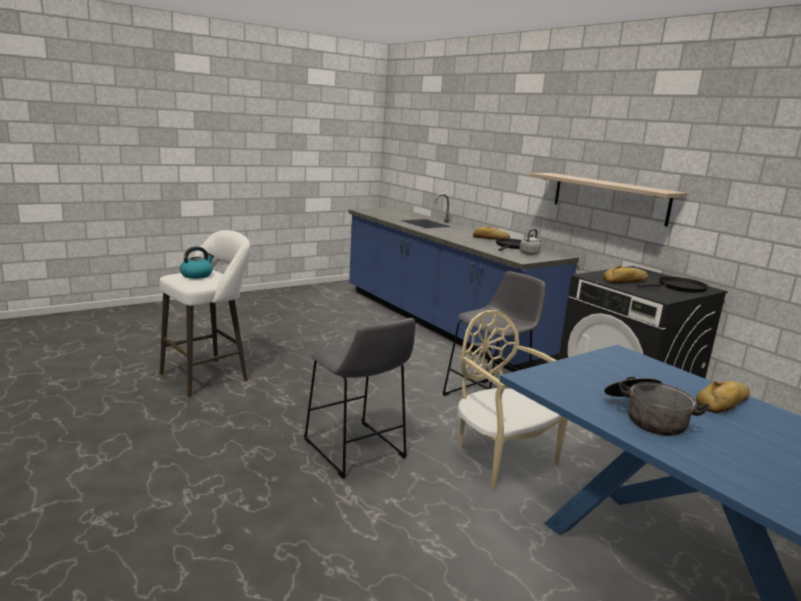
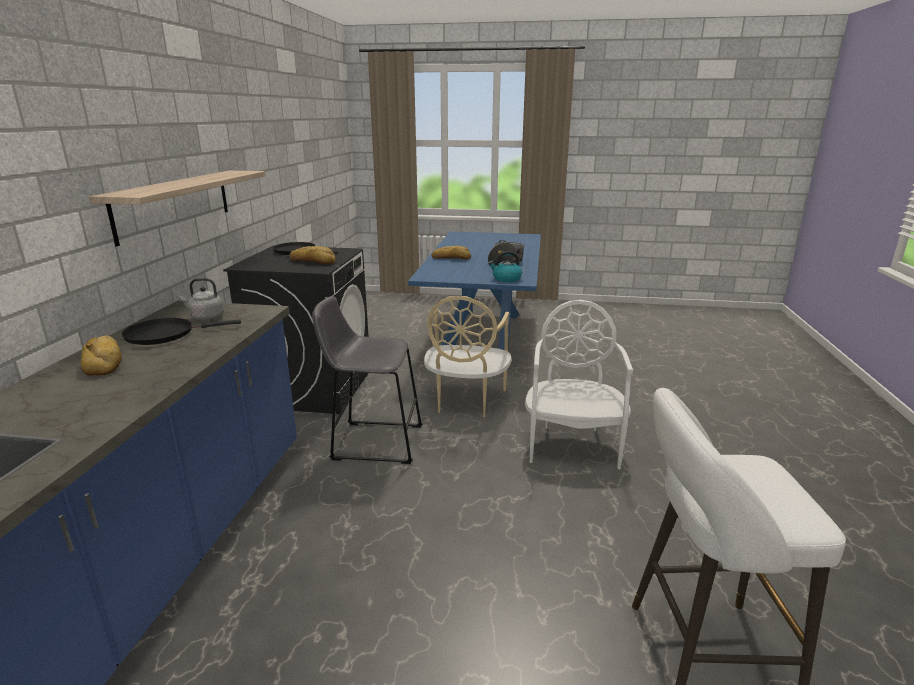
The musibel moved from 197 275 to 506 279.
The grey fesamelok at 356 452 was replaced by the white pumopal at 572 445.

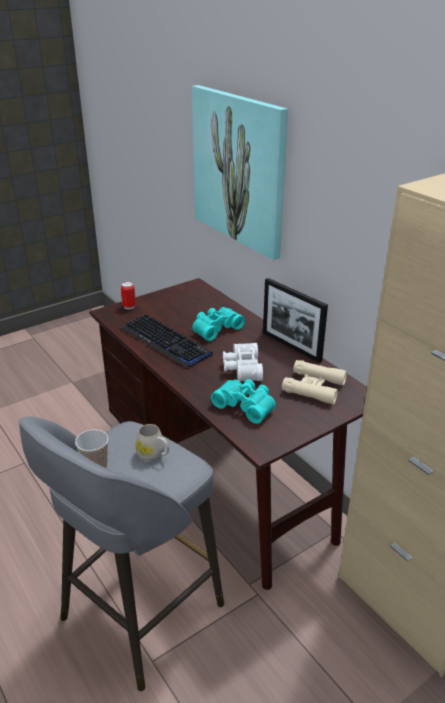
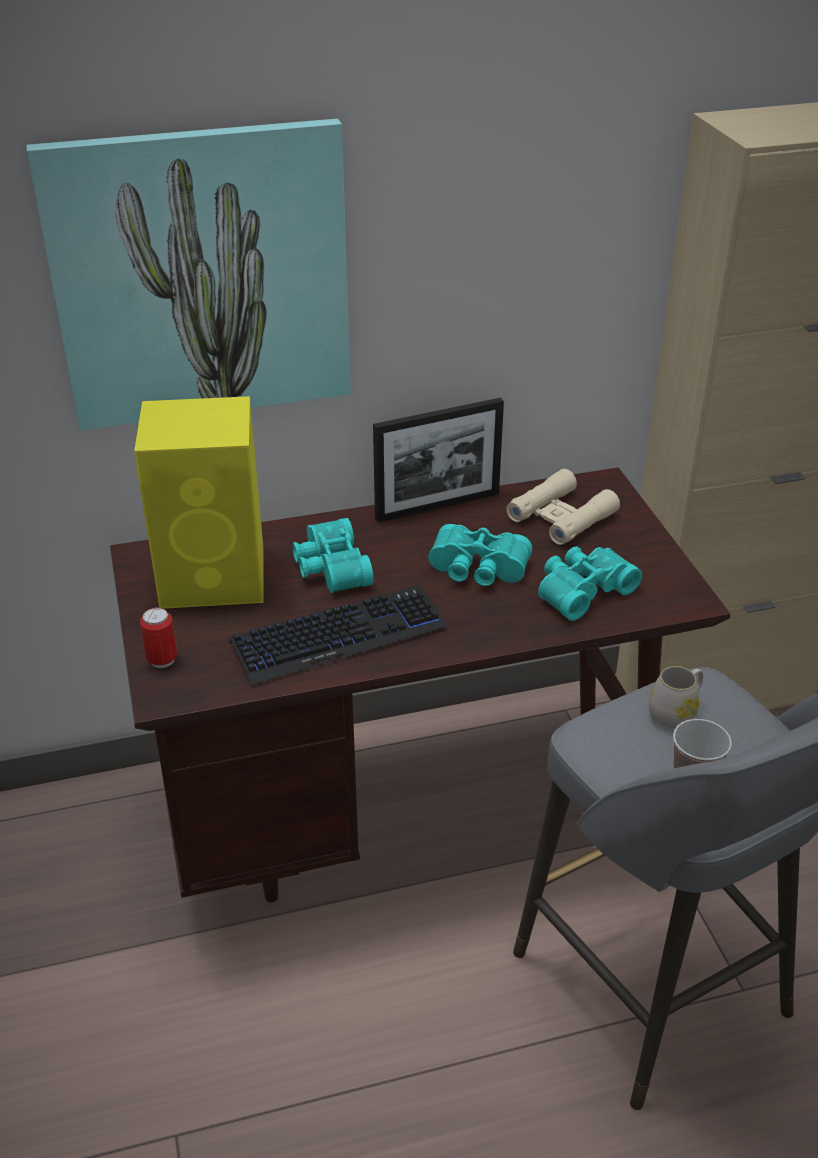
The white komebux at 241 369 became the turquoise komebux at 477 571.
The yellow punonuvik at 216 577 appeared.

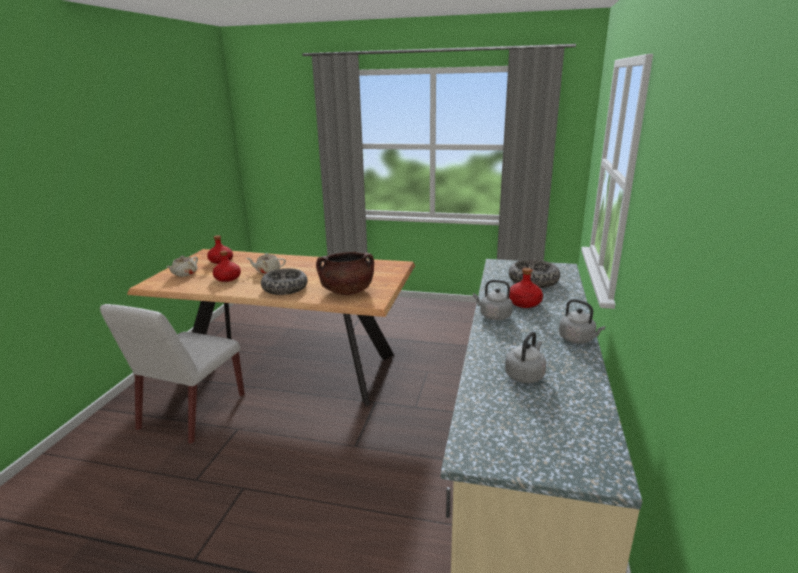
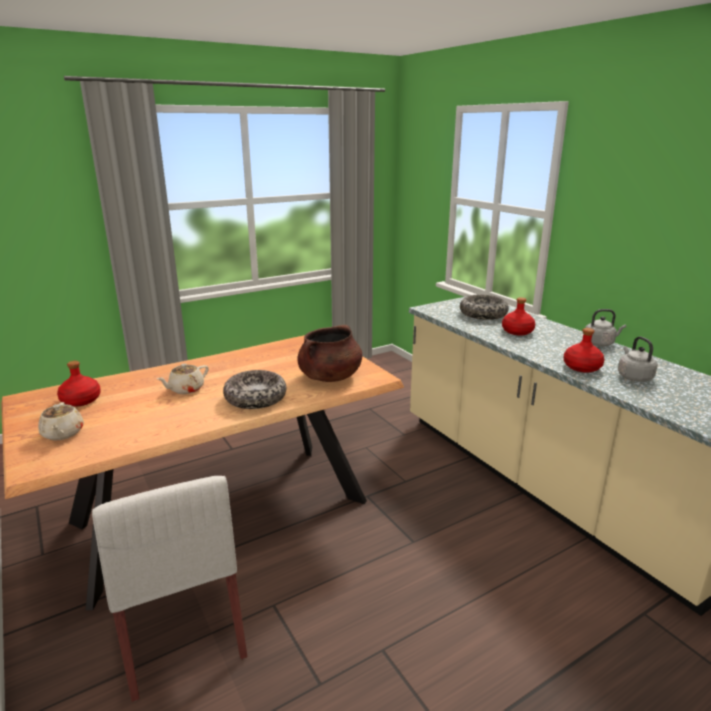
The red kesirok moved from 227 278 to 582 367.
The grey musibel at 493 316 disappeared.

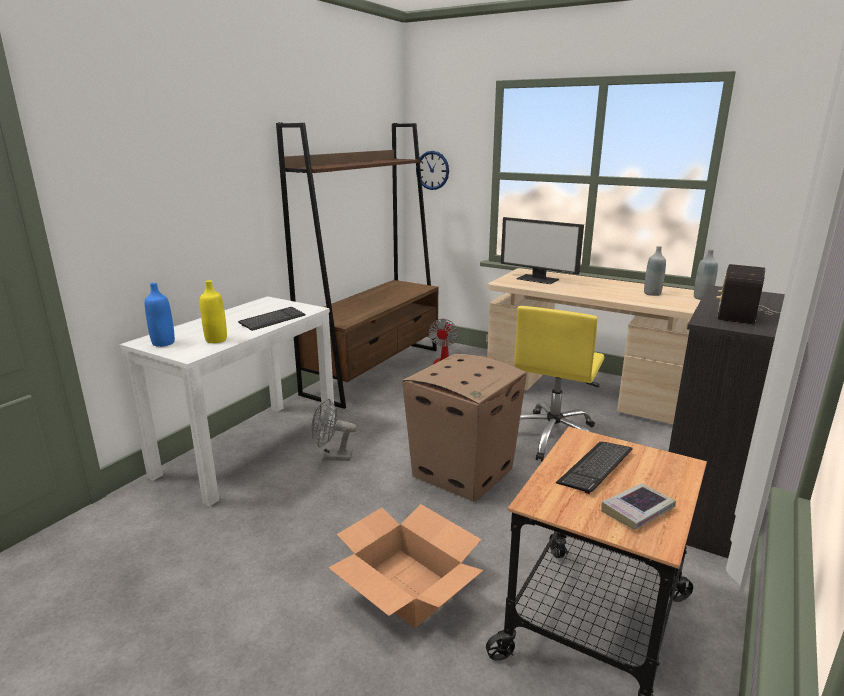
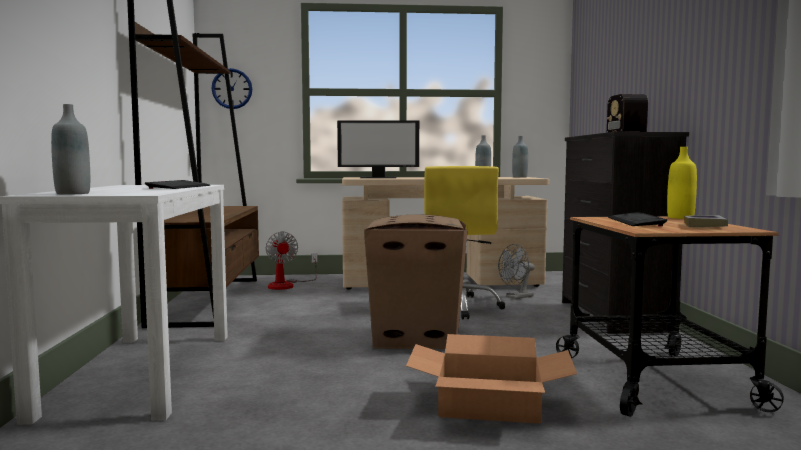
The yellow kesirok moved from 216 340 to 680 217.
The blue kesirok at 163 343 became the grey kesirok at 73 193.
The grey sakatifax moved from 332 457 to 516 297.

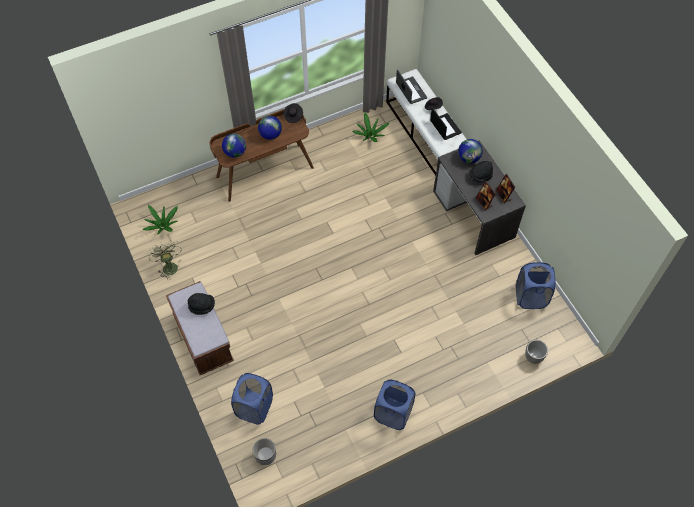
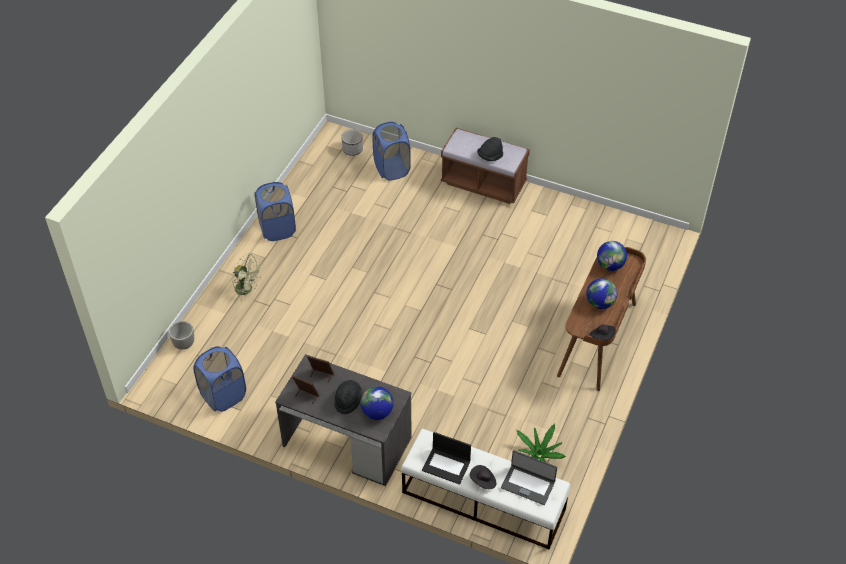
The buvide at 163 225 disappeared.
The green sakatifax moved from 168 266 to 247 289.

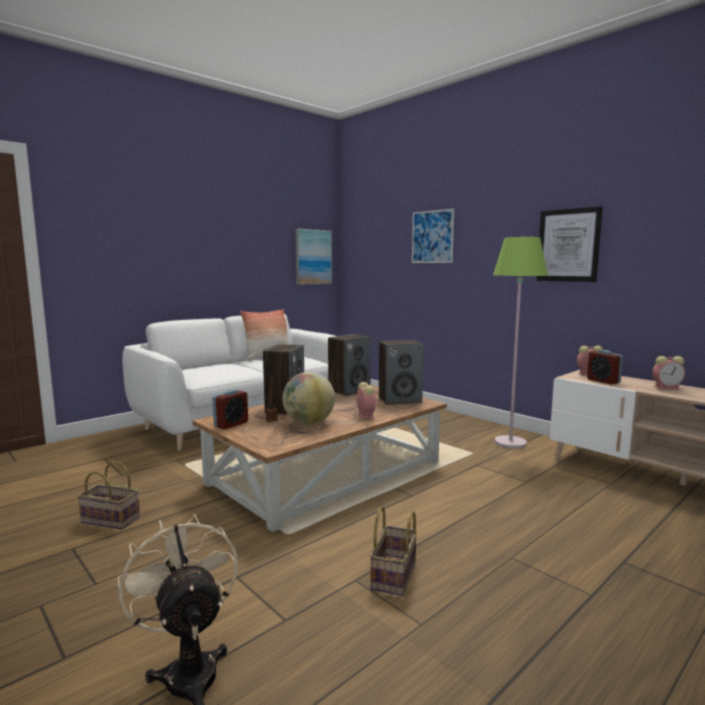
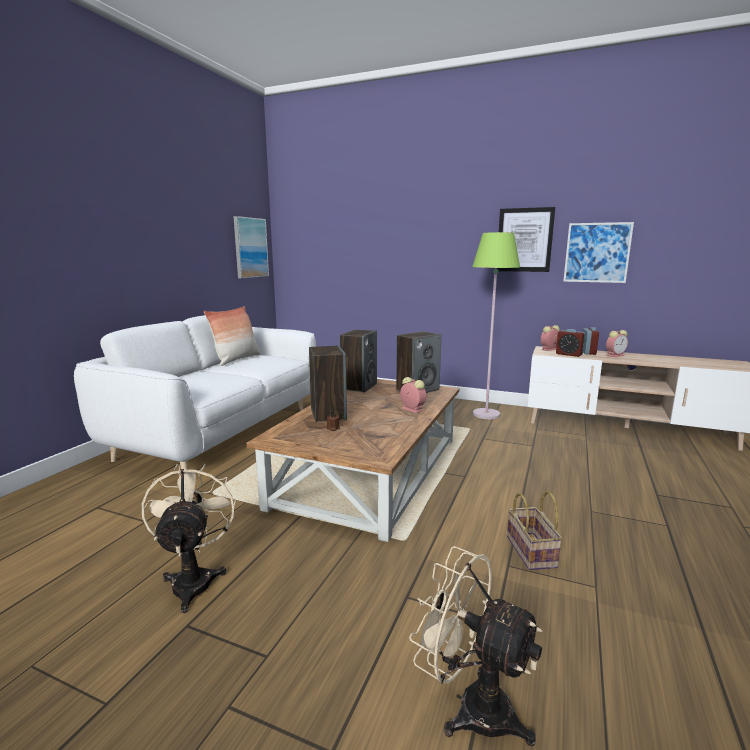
The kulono moved from 432 237 to 597 252.
The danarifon at 309 423 disappeared.
The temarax moved from 231 424 to 588 352.
The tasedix at 108 520 was replaced by the beige sakatifax at 194 579.

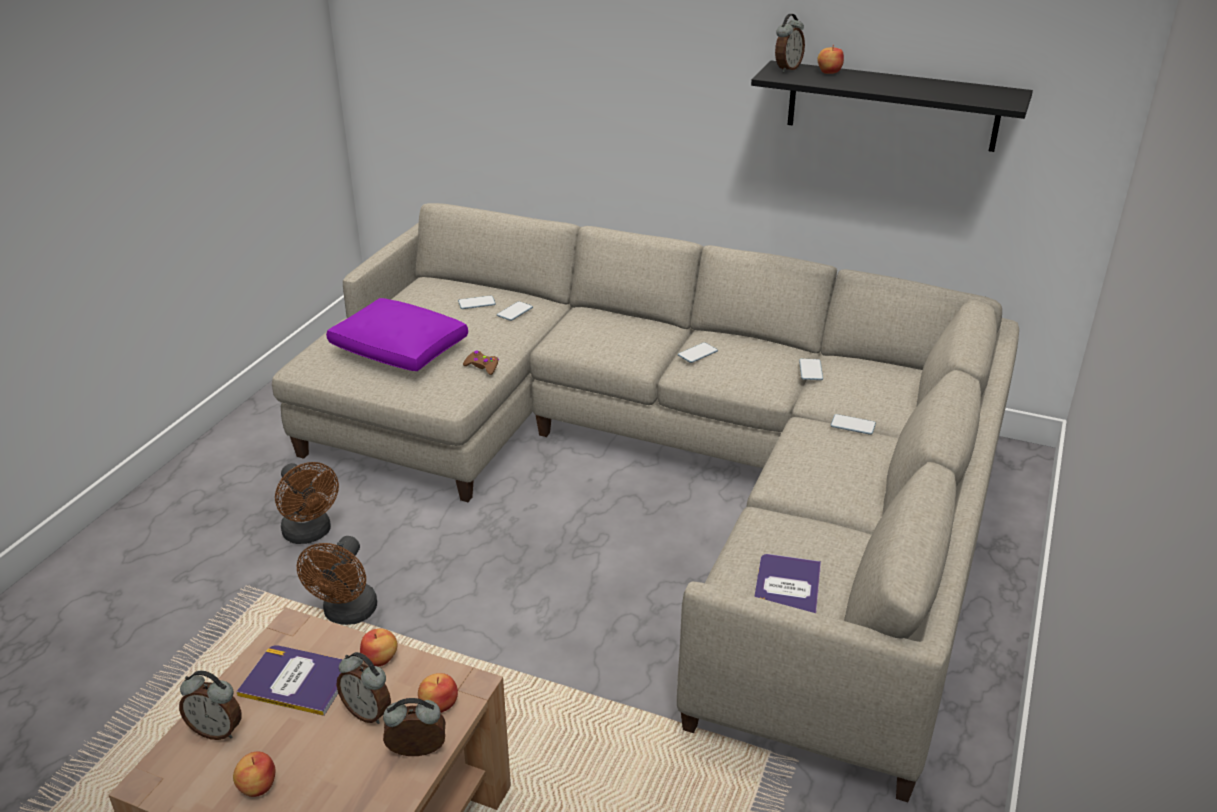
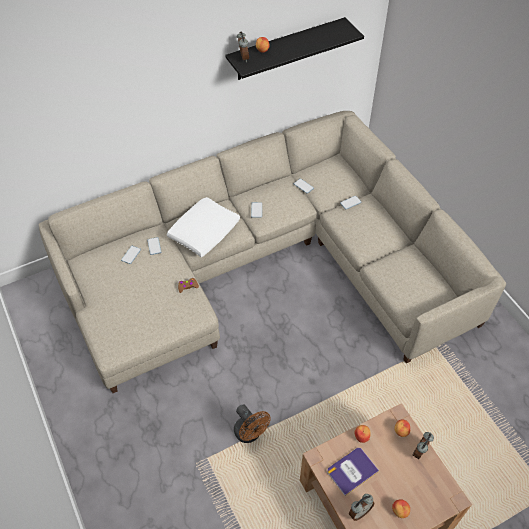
The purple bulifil at 400 350 disappeared.
The brown sakatifax at 310 534 disappeared.
The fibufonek at 787 588 disappeared.
The temarax at 368 712 disappeared.
The white bulifil at 204 232 appeared.

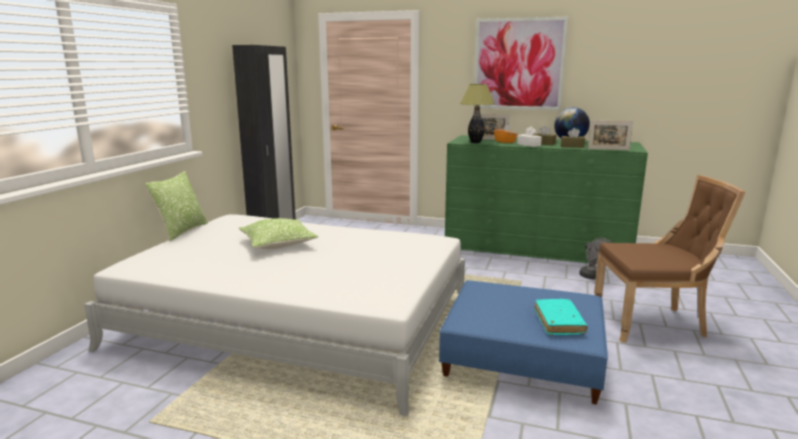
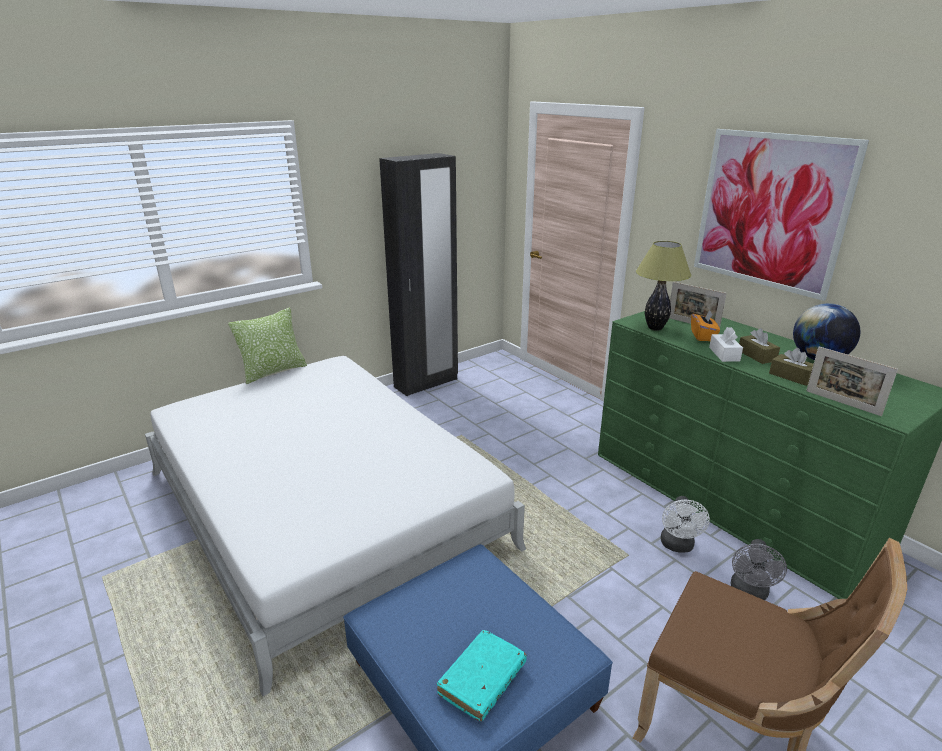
The bulifil at 278 244 disappeared.
The white sakatifax at 678 546 appeared.

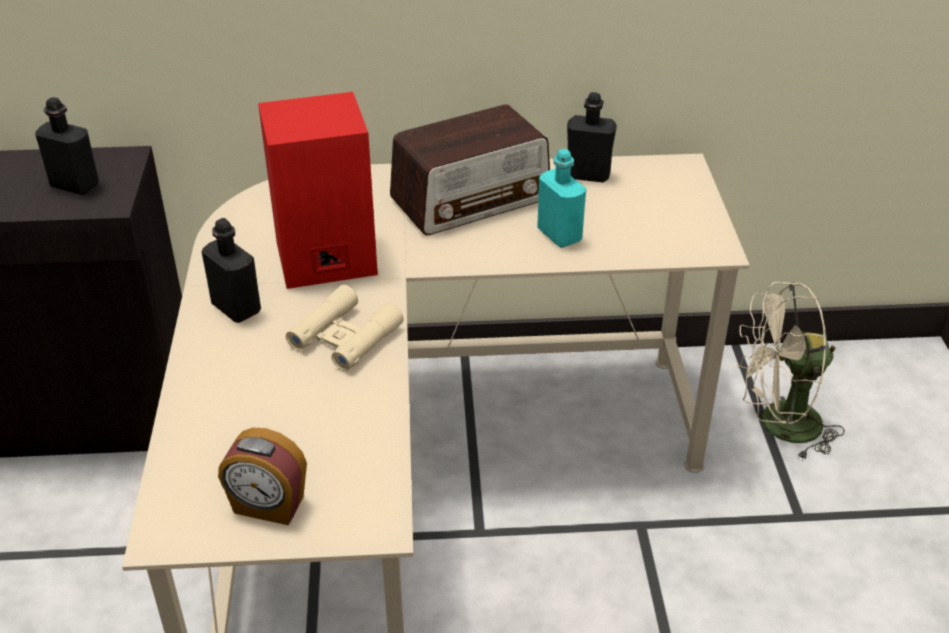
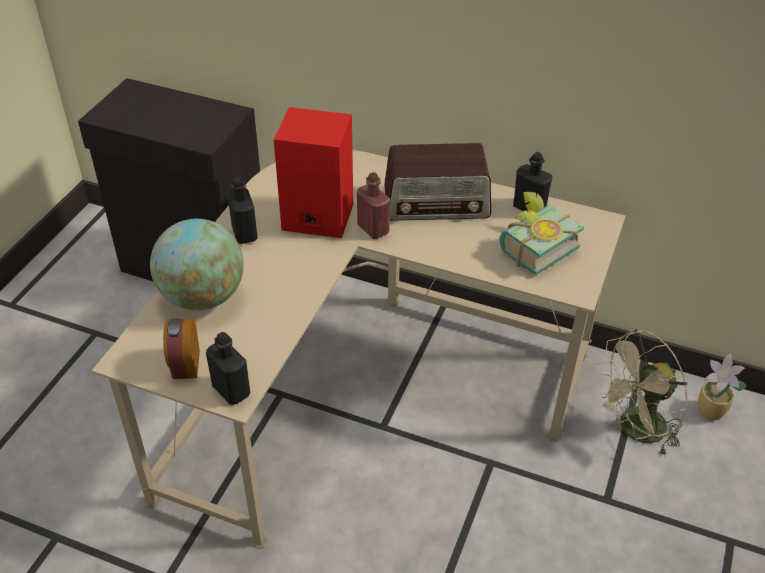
The black kesirok moved from 75 185 to 231 391.
The turquoise kesirok at 559 235 disappeared.
The beige sakatifax at 778 426 turned 45 degrees counterclockwise.
The beige komebux at 345 337 disappeared.
The temarax at 268 506 turned 45 degrees clockwise.
The red kesirok at 373 229 appeared.
The fibufonek at 533 247 appeared.
The danarifon at 203 297 appeared.
The buvide at 710 412 appeared.

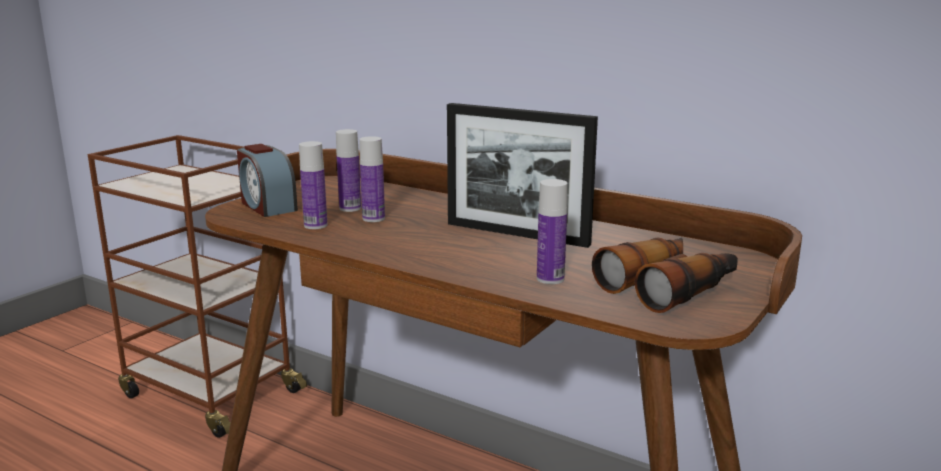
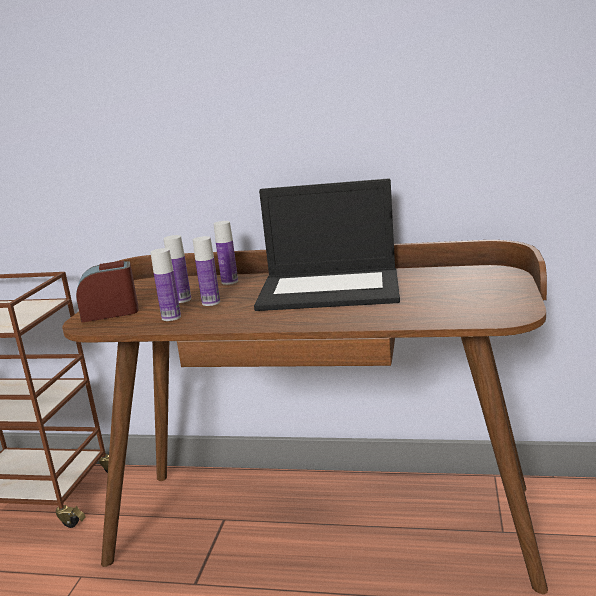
The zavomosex at 516 234 was replaced by the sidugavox at 331 289.
The temarax at 267 206 turned 135 degrees clockwise.
The kesirok moved from 550 279 to 229 282.
The komebux at 668 287 disappeared.

